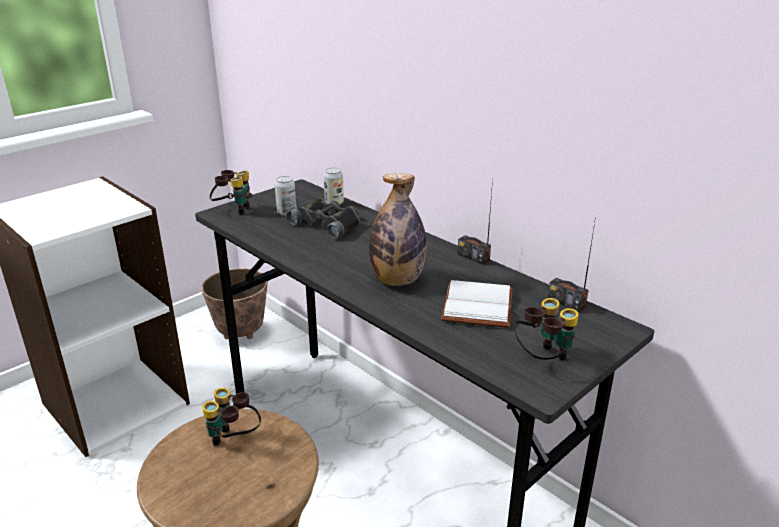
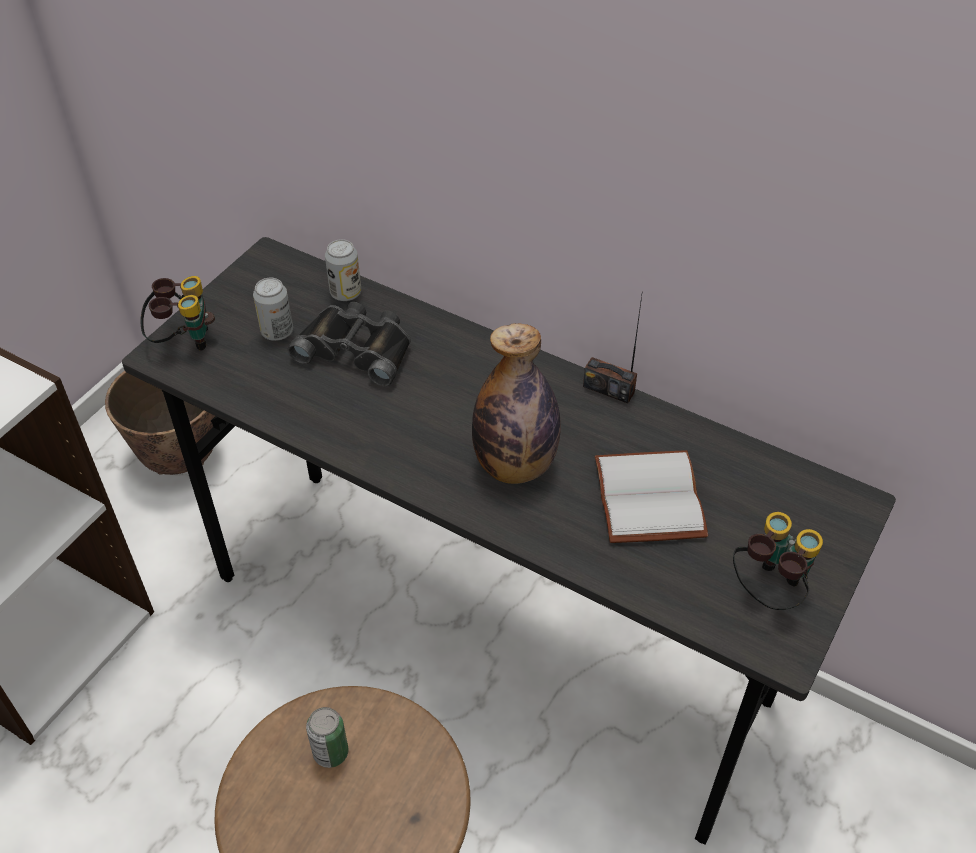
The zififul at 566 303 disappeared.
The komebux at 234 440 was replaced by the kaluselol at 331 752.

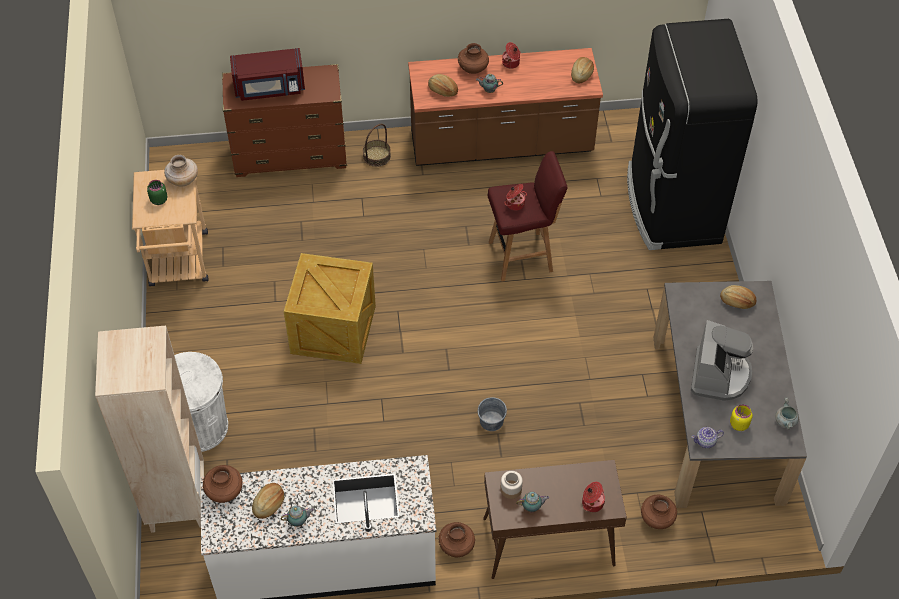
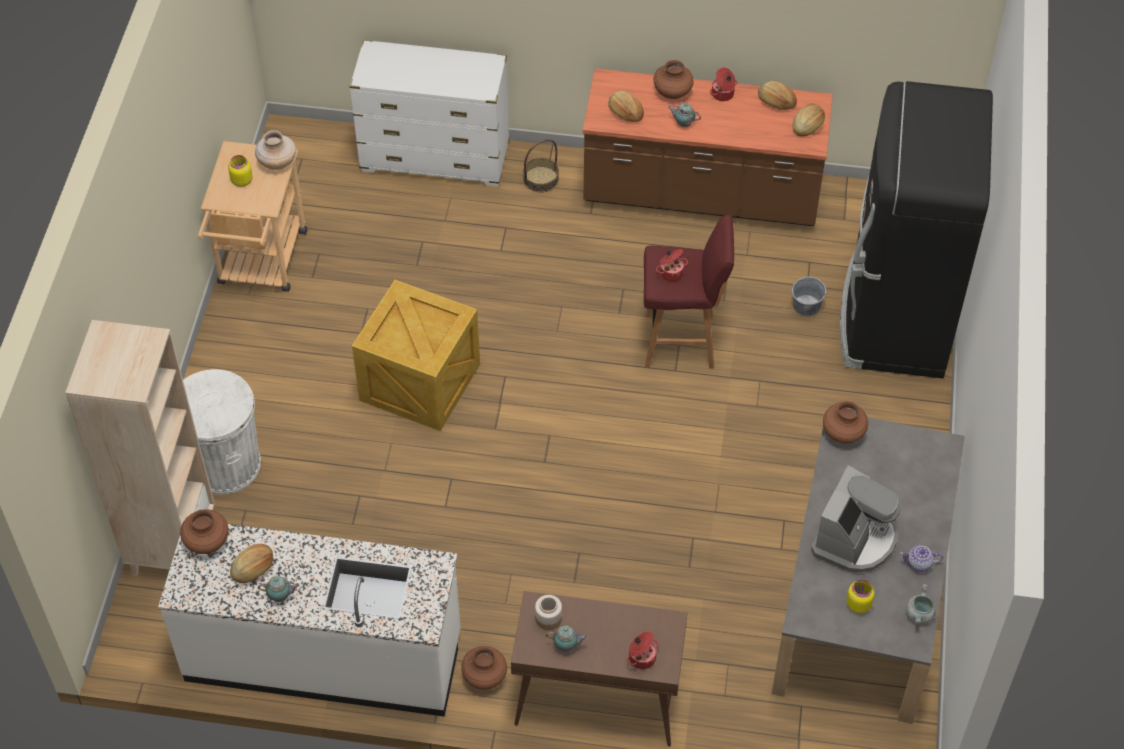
The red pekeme at 270 88 disappeared.
The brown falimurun at 290 155 became the white falimurun at 435 157.
The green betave at 158 200 became the yellow betave at 241 180.
The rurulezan moved from 737 301 to 776 101.
The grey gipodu moved from 491 421 to 807 306.
The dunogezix moved from 706 441 to 919 564.
The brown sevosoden moved from 657 519 to 843 433.

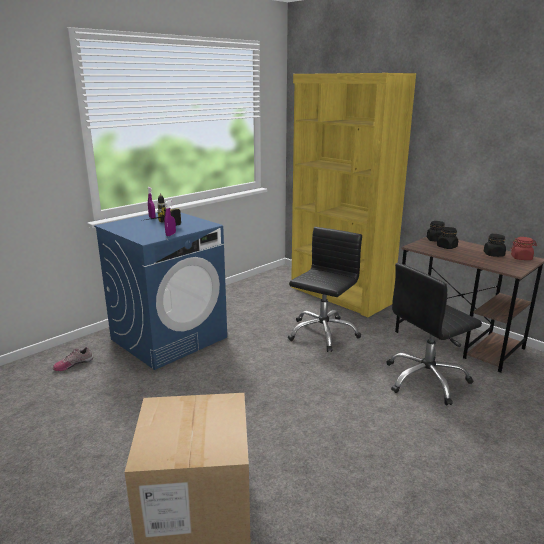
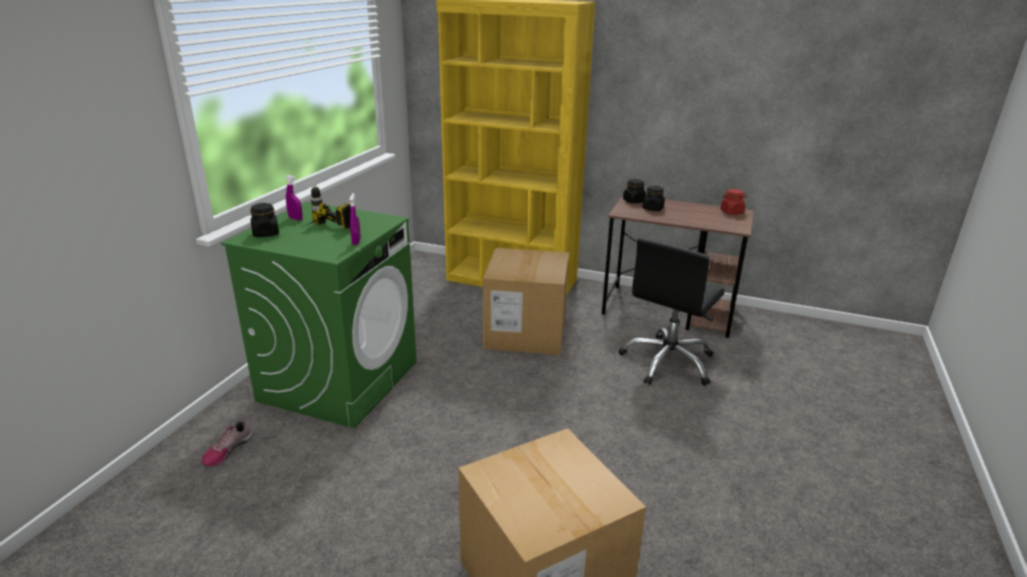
The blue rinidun at 169 338 became the green rinidun at 340 380.
The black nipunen at 322 333 was replaced by the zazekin at 525 332.
The black betave moved from 493 254 to 266 233.

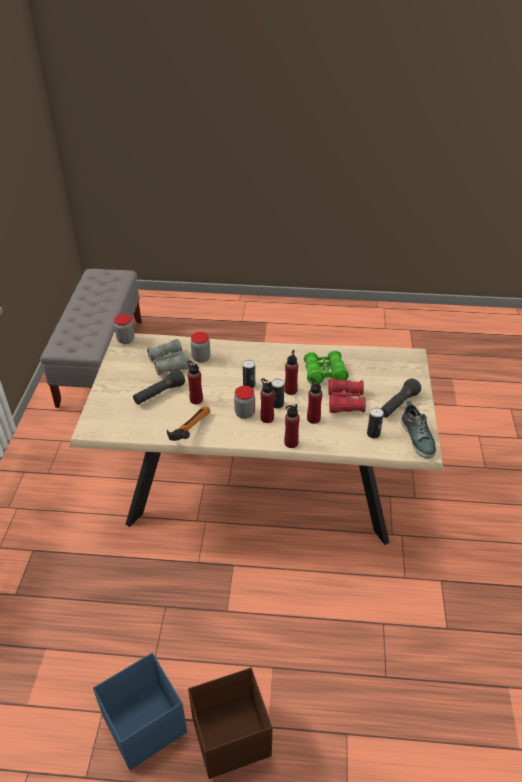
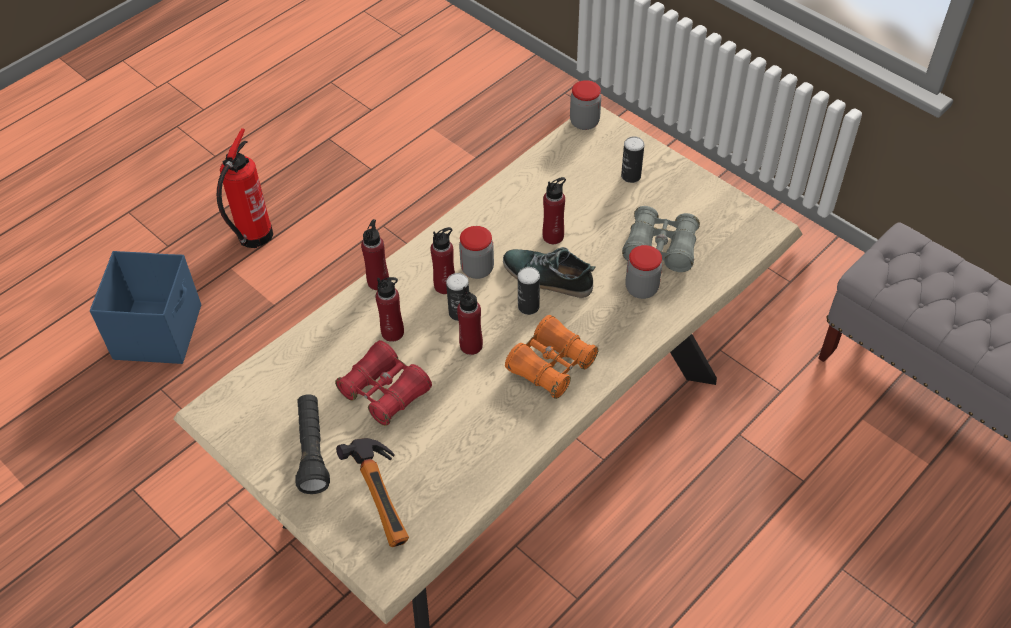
The betave moved from 126 340 to 584 122.
The green komebux at 324 373 disappeared.
The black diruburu at 159 394 disappeared.
The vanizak moved from 418 437 to 547 277.
The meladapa moved from 188 430 to 386 498.
The kaluselol moved from 373 434 to 631 176.
The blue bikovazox moved from 143 725 to 159 331.
The brown bikovazox at 230 737 was replaced by the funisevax at 253 237.
The orange komebux at 551 365 appeared.

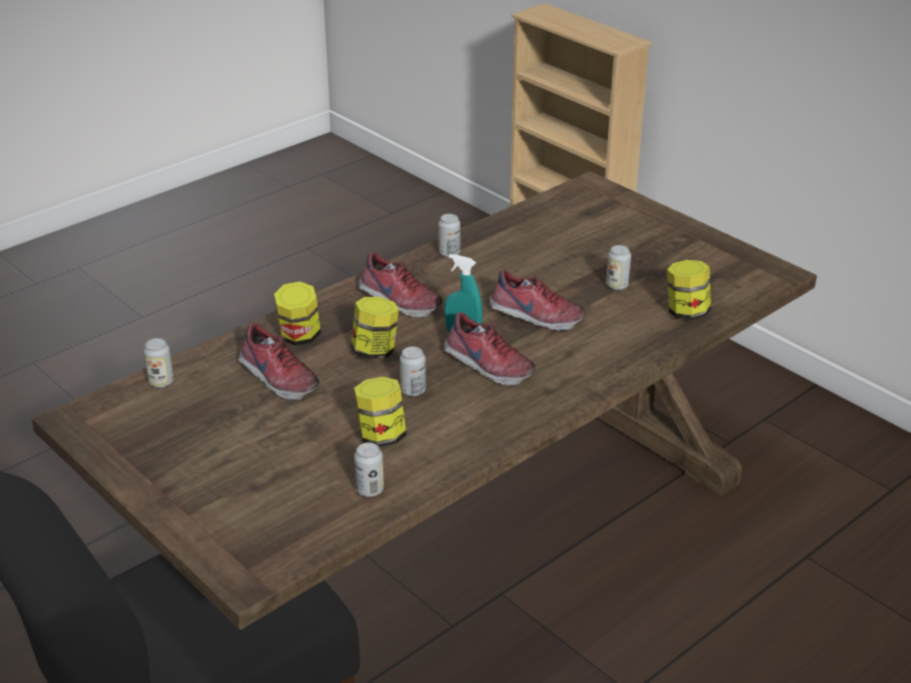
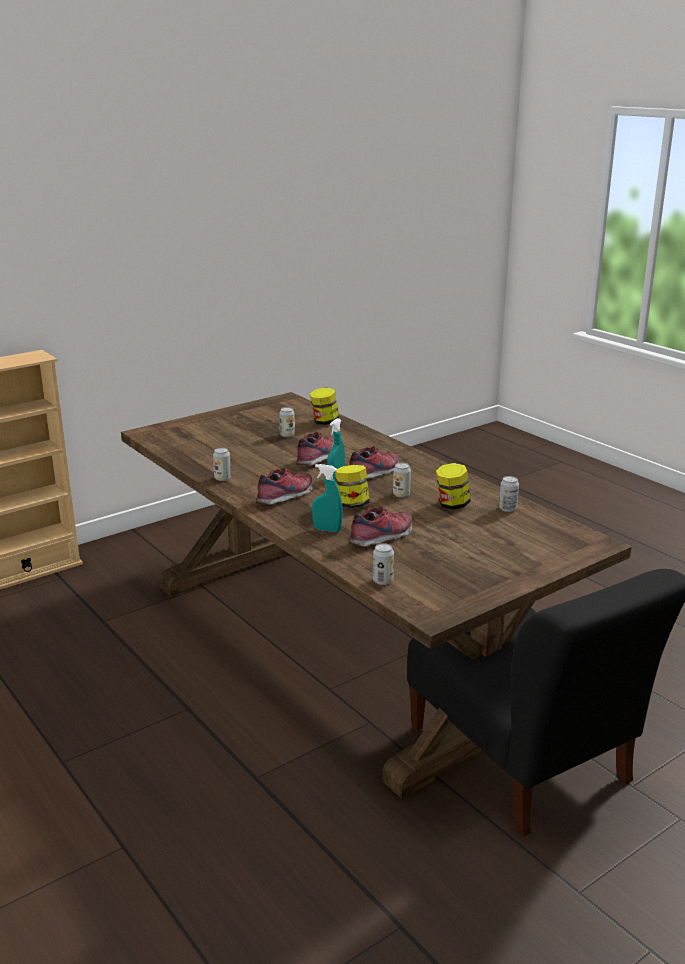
The betave at 299 337 was replaced by the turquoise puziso at 327 530.

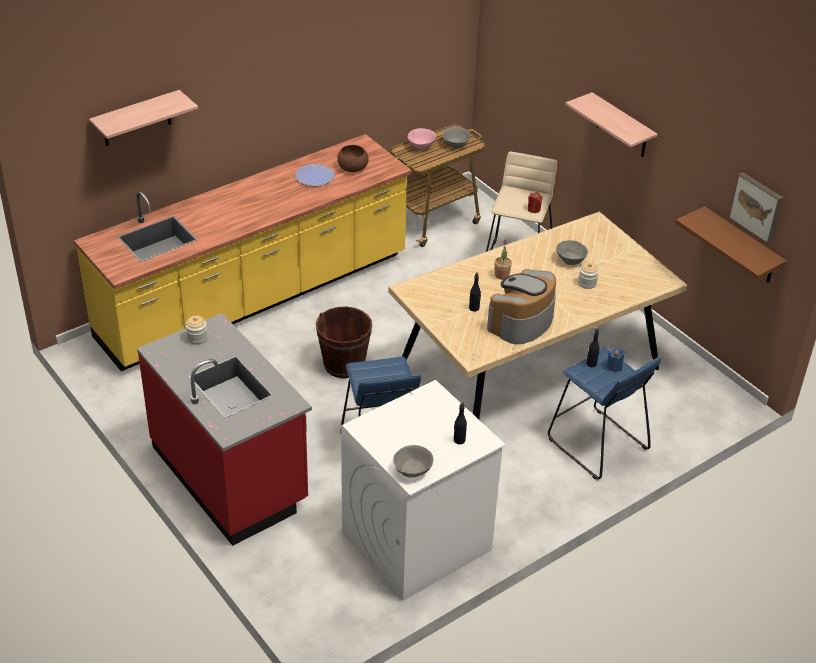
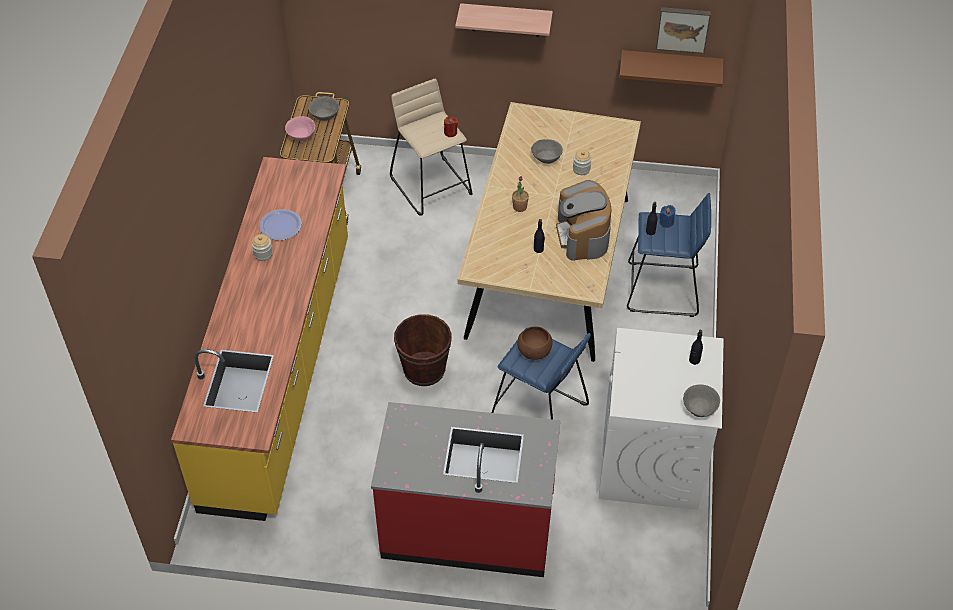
The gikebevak at 136 119 disappeared.
The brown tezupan moved from 352 168 to 534 351.
The betave moved from 197 338 to 263 254.

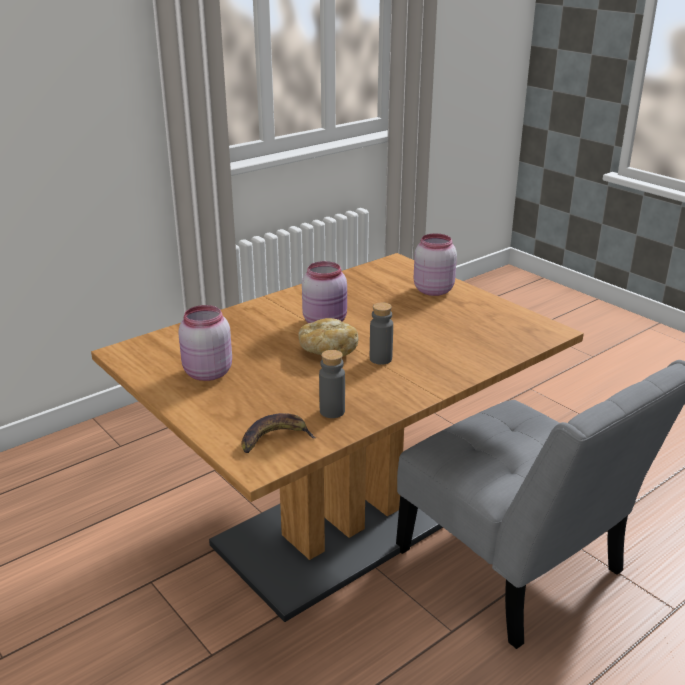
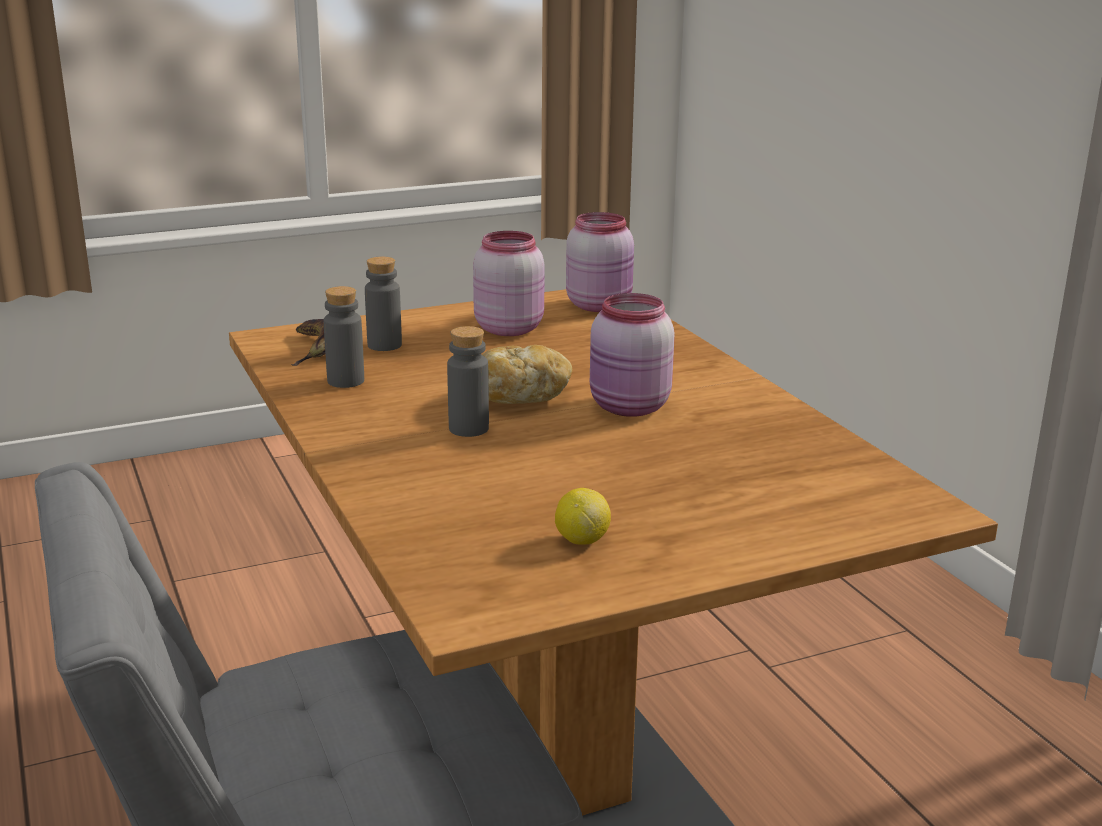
The pink betave moved from 432 290 to 600 305.
The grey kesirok at 384 345 appeared.
The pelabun at 581 540 appeared.

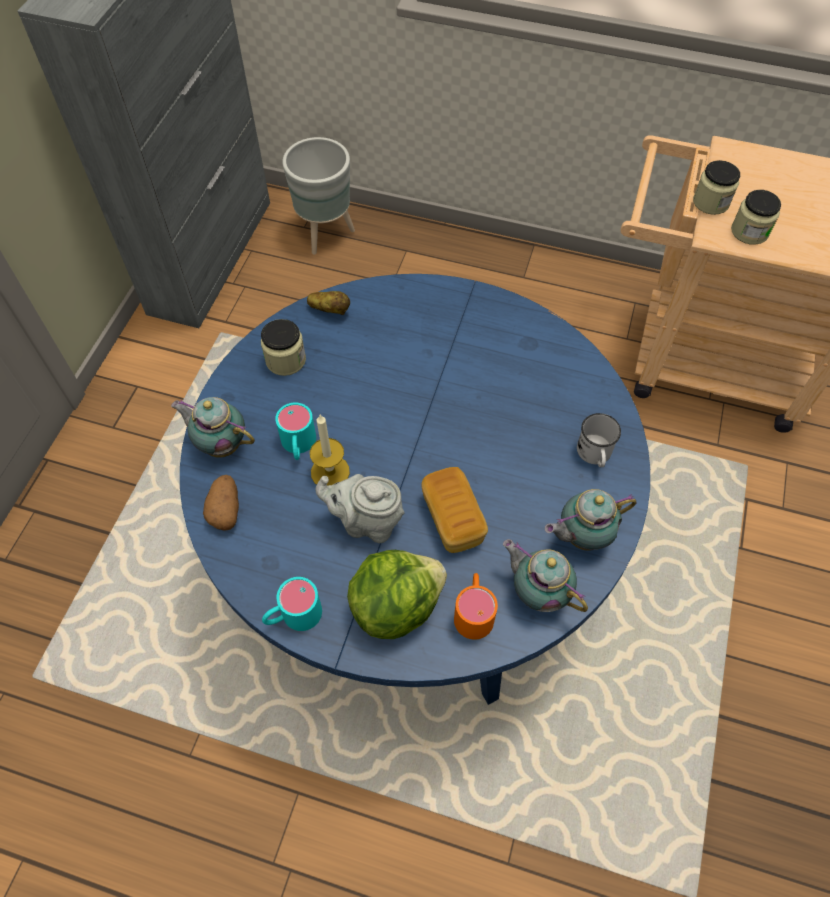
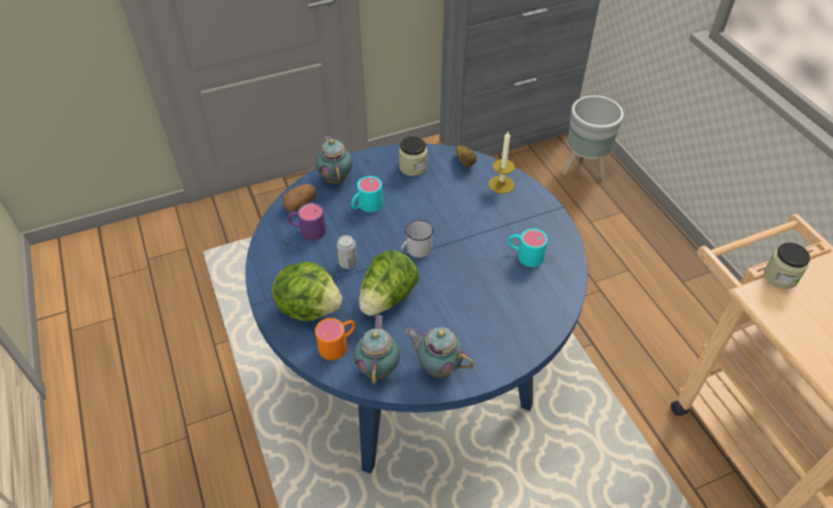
The betave at 749 232 disappeared.
The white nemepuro moved from 594 455 to 416 250.
The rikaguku moved from 330 472 to 501 184.
The rurulezan at 452 519 was replaced by the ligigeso at 387 298.
The grey dunogezix at 366 522 was replaced by the kaluselol at 348 263.
The turquoise nemepuro moved from 293 616 to 524 255.
The purple nemepuro at 307 230 appeared.

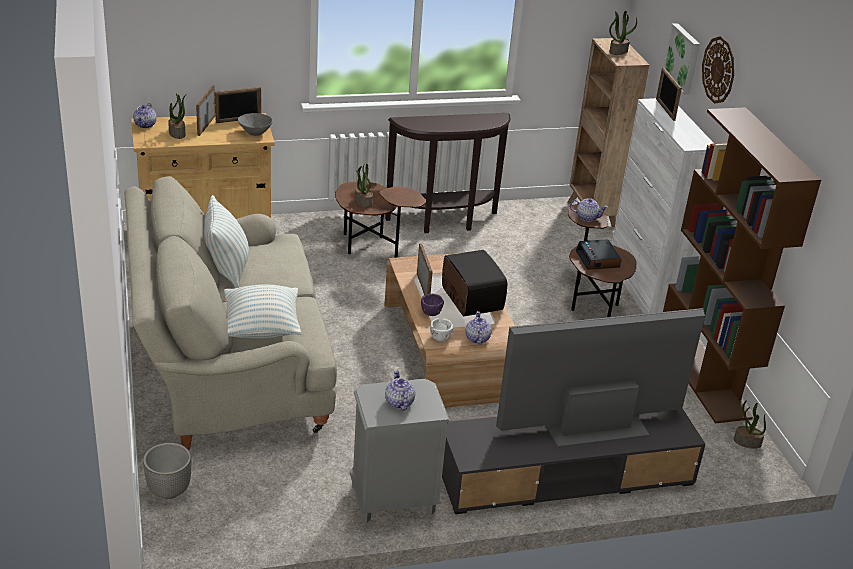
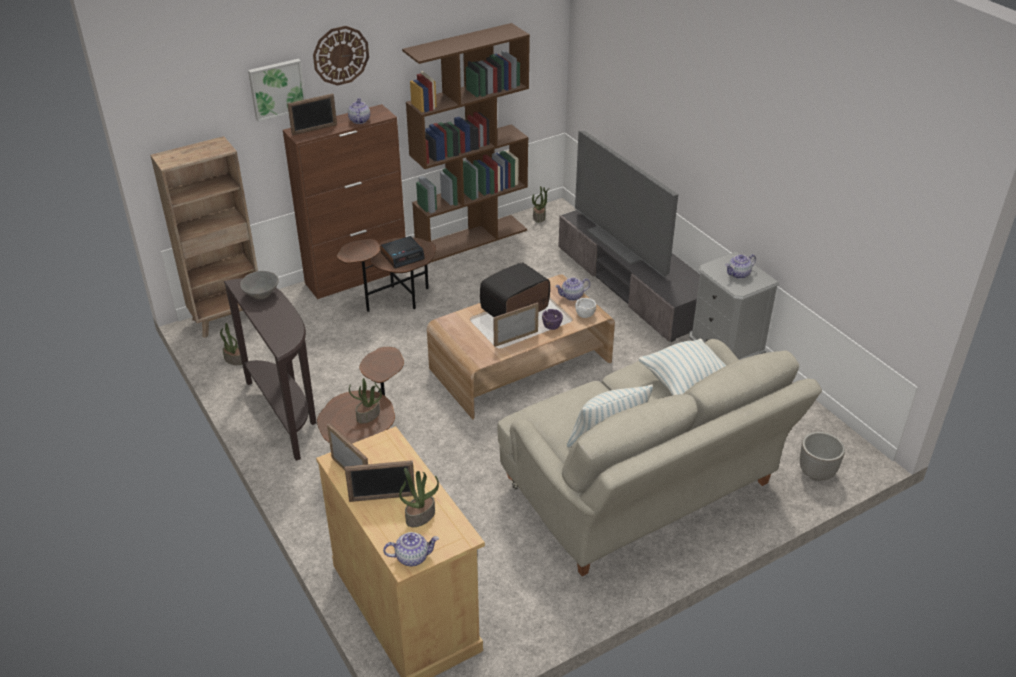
The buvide moved from 618 51 to 234 360.
The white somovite at 643 288 became the brown somovite at 357 276.
The grey tezupan moved from 255 132 to 261 295.
The dunogezix moved from 587 217 to 359 120.

